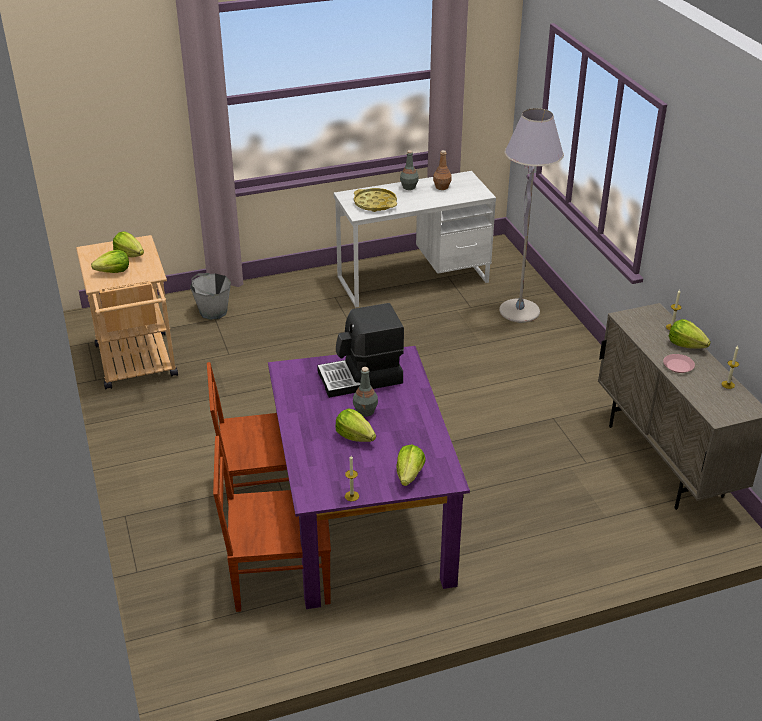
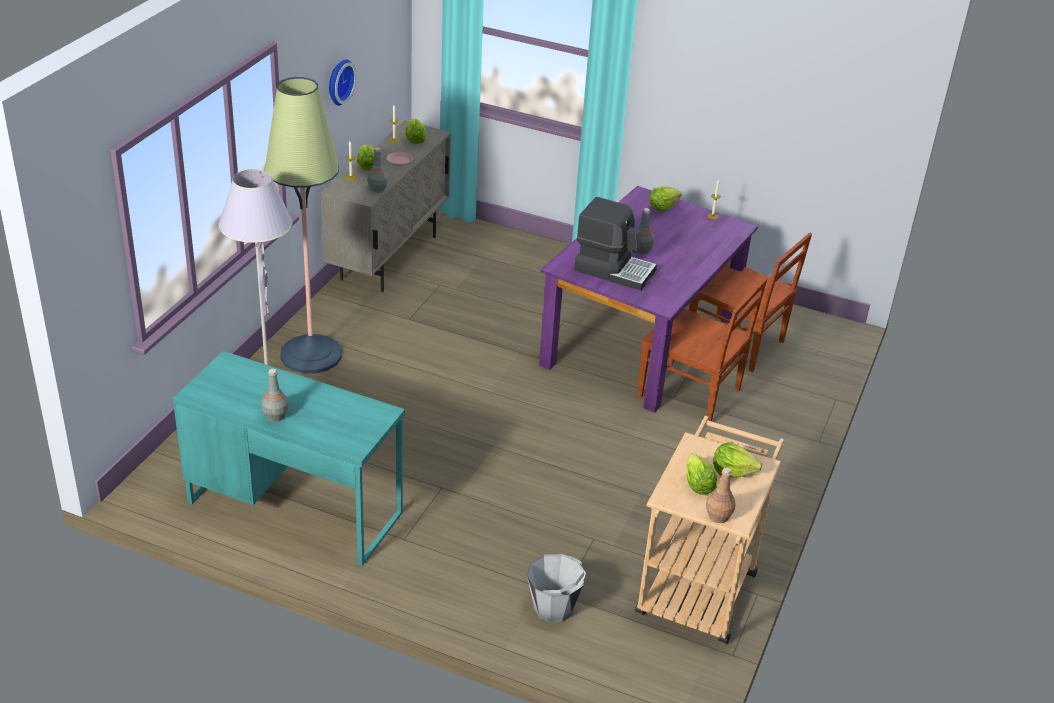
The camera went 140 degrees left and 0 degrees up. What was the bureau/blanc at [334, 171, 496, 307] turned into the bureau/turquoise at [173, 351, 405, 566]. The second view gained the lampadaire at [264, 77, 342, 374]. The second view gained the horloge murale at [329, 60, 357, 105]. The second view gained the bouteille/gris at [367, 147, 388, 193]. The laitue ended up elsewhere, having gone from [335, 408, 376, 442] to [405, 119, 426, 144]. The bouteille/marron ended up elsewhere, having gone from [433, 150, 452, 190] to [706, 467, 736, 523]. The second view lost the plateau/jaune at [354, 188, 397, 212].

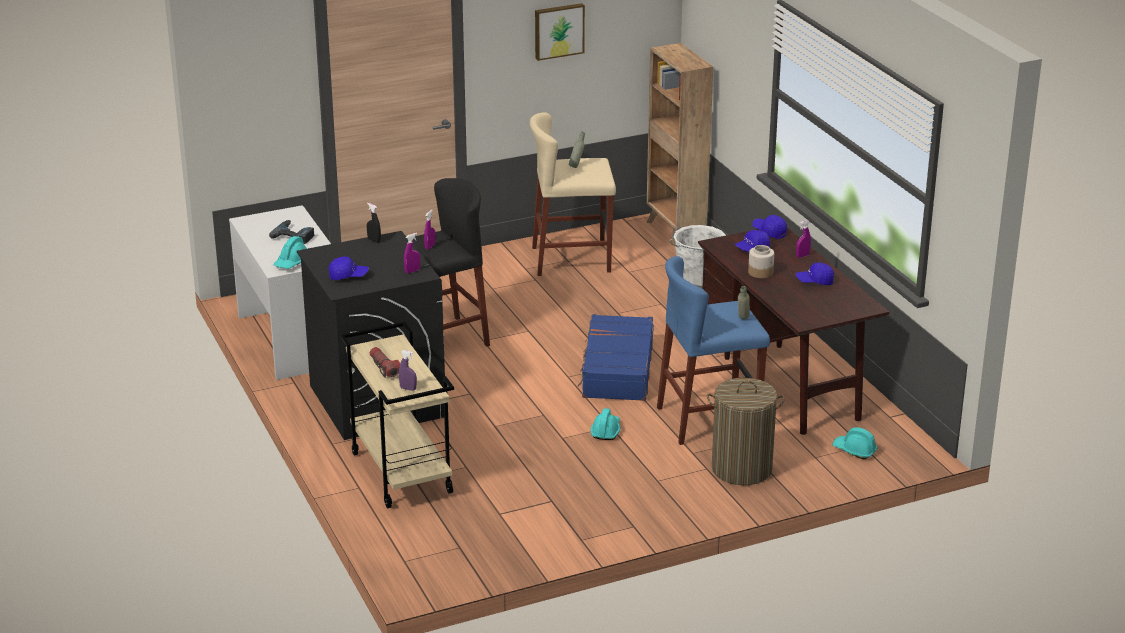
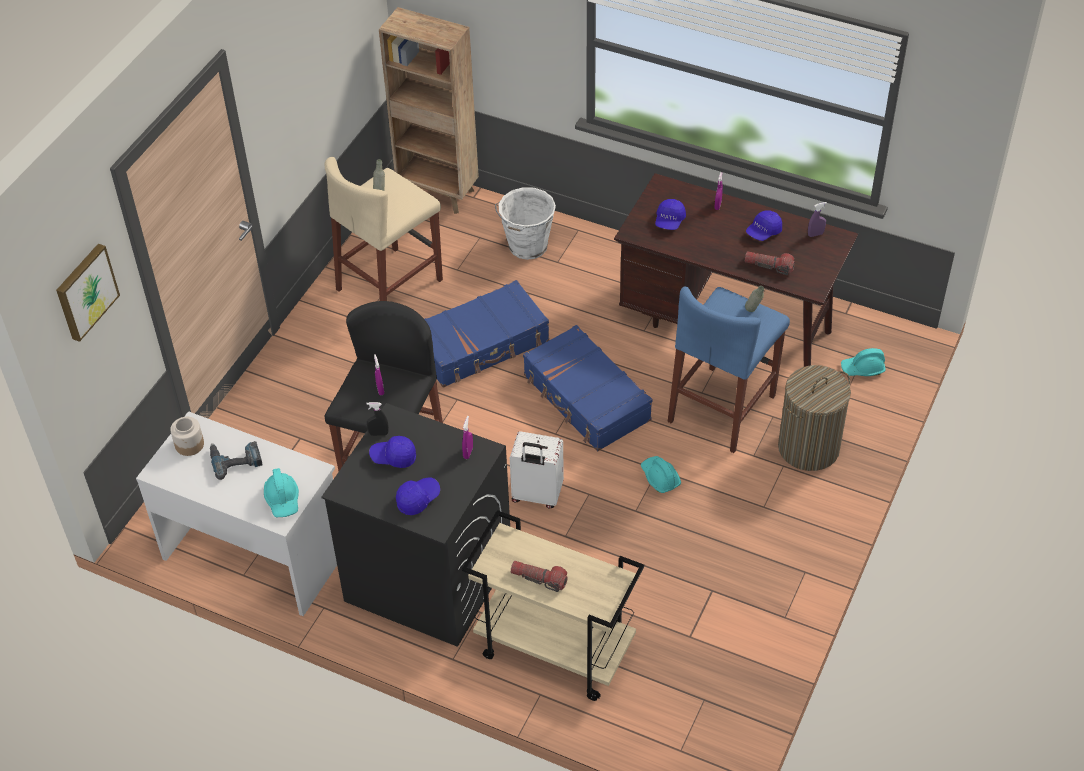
The camera went 40 degrees left and 20 degrees up. The tableau ended up elsewhere, having gone from [535, 3, 585, 61] to [56, 244, 120, 342]. The bocal ended up elsewhere, having gone from [748, 245, 774, 278] to [170, 417, 204, 456]. The casquette/bleu ended up elsewhere, having gone from [752, 215, 787, 239] to [369, 436, 416, 468]. The second view gained the valise/bleu at [425, 280, 549, 388]. The second view gained the valise/blanc at [510, 431, 564, 509]. The second view gained the lampe de poche at [745, 251, 795, 275]. The vaporisateur/violet ended up elsewhere, having gone from [399, 350, 417, 391] to [808, 202, 827, 237].

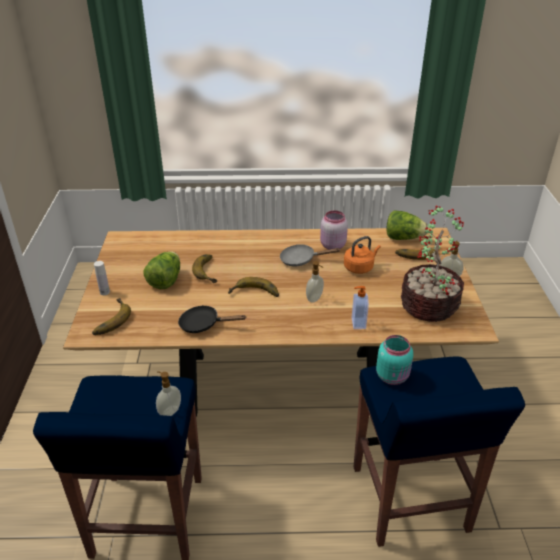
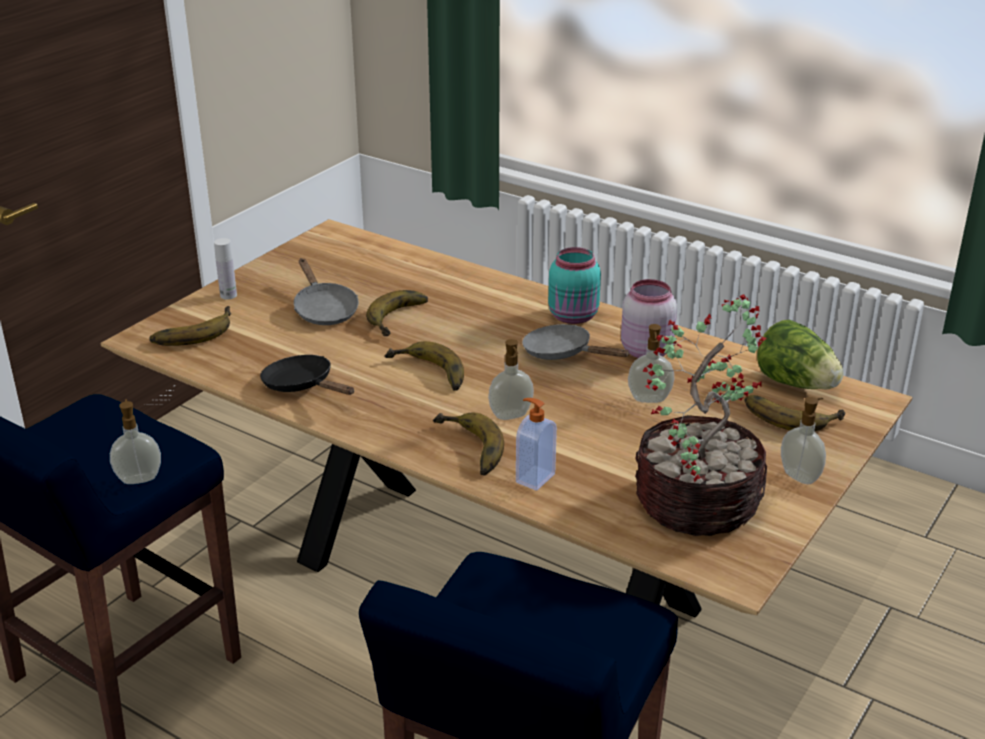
The camera went 35 degrees right and 5 degrees down. Where the laitue stood at [144, 251, 180, 289], the poêle/gris came to stand at [294, 258, 359, 325]. The second view gained the banane at [433, 413, 504, 475]. The bocal/turquoise ended up elsewhere, having gone from [376, 335, 413, 385] to [548, 247, 601, 324]. Where the bouilloire/orange stood at [344, 236, 381, 274], the distributeur de savon came to stand at [628, 324, 674, 403].

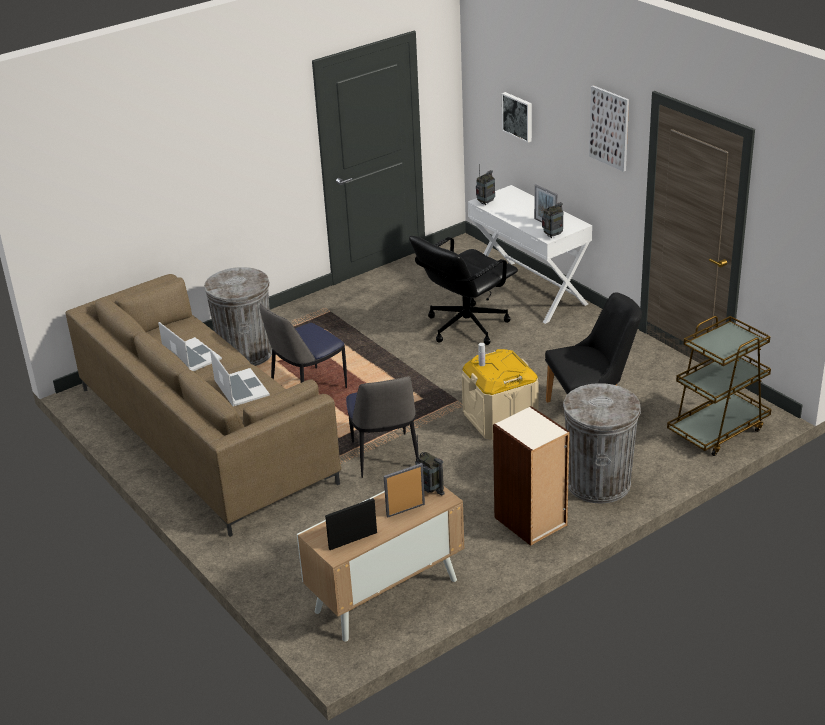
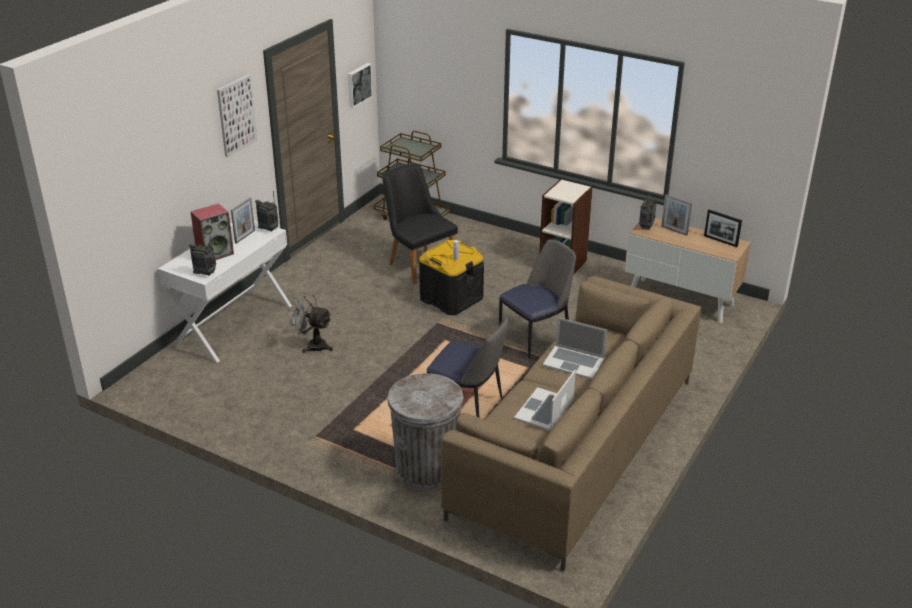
The camera went 115 degrees left and 0 degrees up. The second view gained the enceinte at [191, 203, 234, 260]. Where the chaise de bureau/noir stood at [409, 236, 518, 345], the ventilateur/gris came to stand at [287, 292, 333, 353]. The tableau ended up elsewhere, having gone from [502, 92, 532, 143] to [348, 63, 373, 108]. What was the boîte de rangement/beige at [462, 349, 539, 440] turned into the boîte de rangement/noir at [419, 240, 484, 315]. The ordinateur portable at [210, 349, 270, 407] ended up facing another way, 105 degrees counterclockwise from before. The second view lost the poubelle/gris at [563, 383, 641, 503].

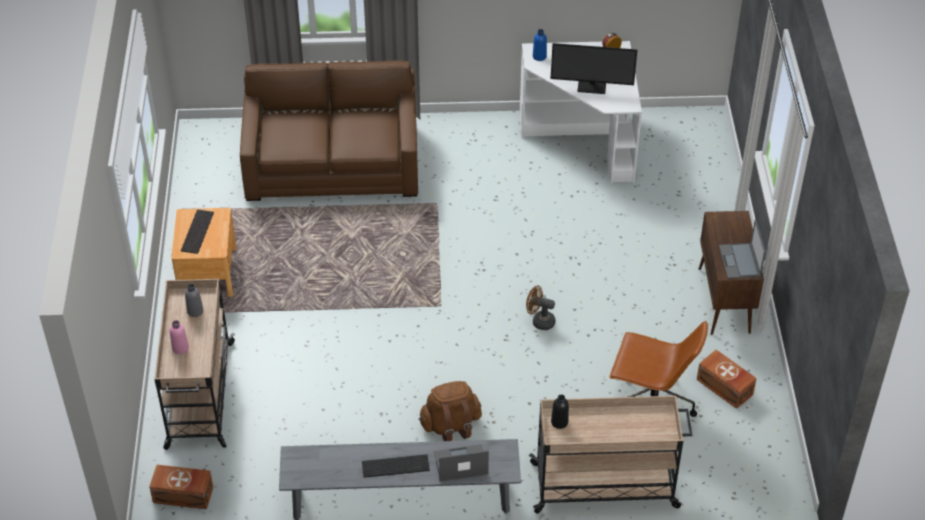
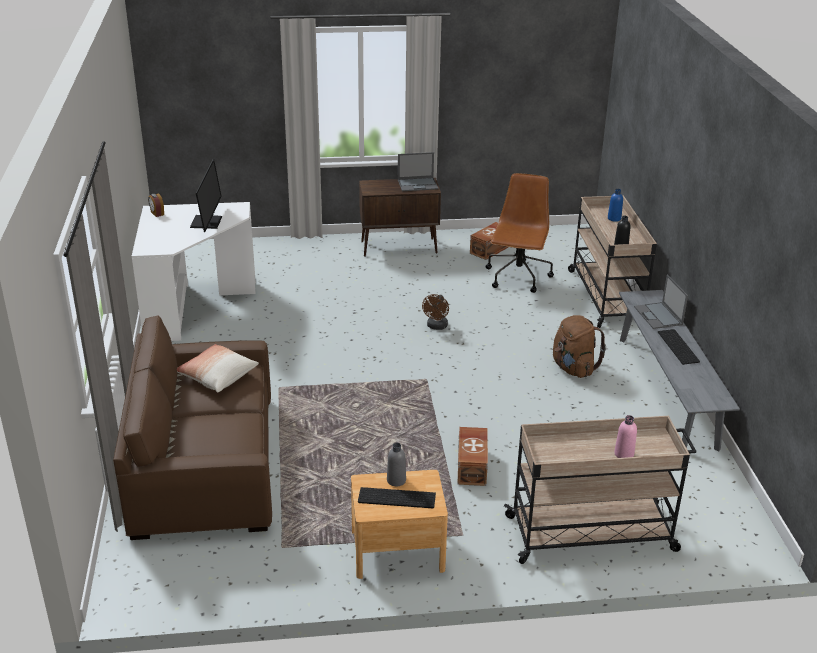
The camera went 95 degrees left and 15 degrees down. The second view gained the coussin at [177, 344, 259, 393]. The bouteille/gris ended up elsewhere, having gone from [185, 284, 203, 317] to [387, 443, 406, 486]. The boîte de rangement/marron ended up elsewhere, having gone from [149, 465, 213, 509] to [457, 427, 488, 486]. The bouteille/bleu ended up elsewhere, having gone from [533, 29, 547, 61] to [608, 189, 623, 222].

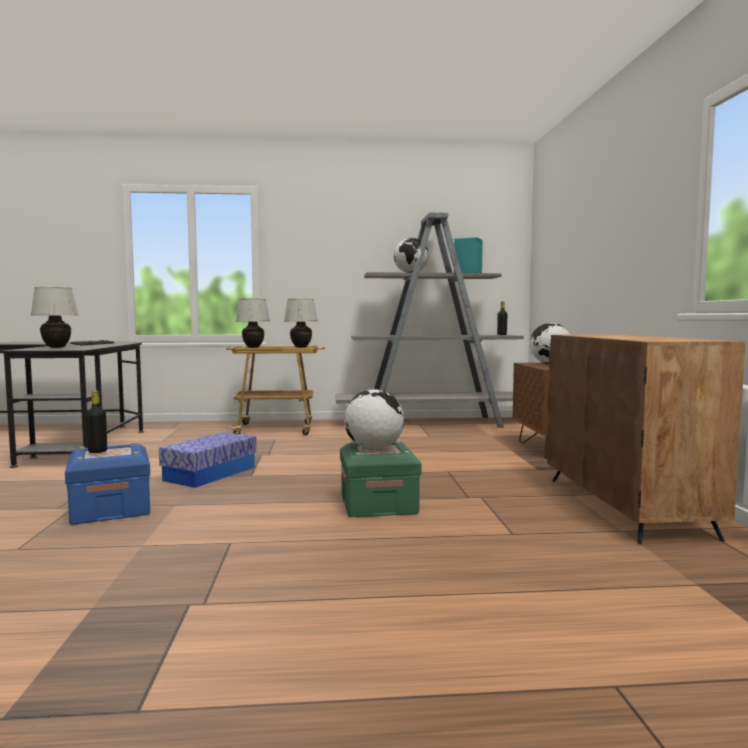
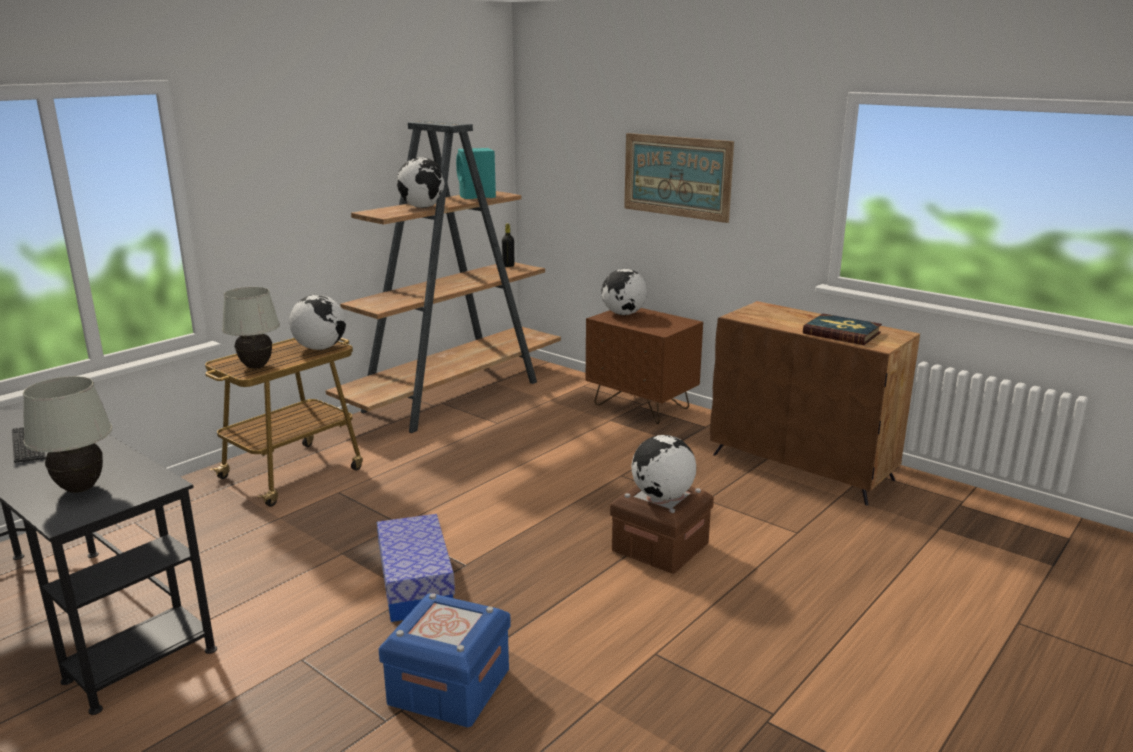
The camera went 45 degrees left and 15 degrees up. Where the lampe de table/blanc stood at [284, 299, 318, 348], the globe came to stand at [289, 295, 346, 350]. What was the bibliothèque/gris at [335, 213, 524, 428] turned into the bibliothèque/marron at [326, 121, 561, 433]. What was the boîte de rangement/vert at [340, 441, 422, 518] turned into the boîte de rangement/marron at [610, 485, 714, 574]. The second view gained the tableau at [624, 133, 734, 223]. The second view gained the livre at [803, 314, 882, 345]. The second view lost the bouteille/noir at [86, 391, 107, 453].

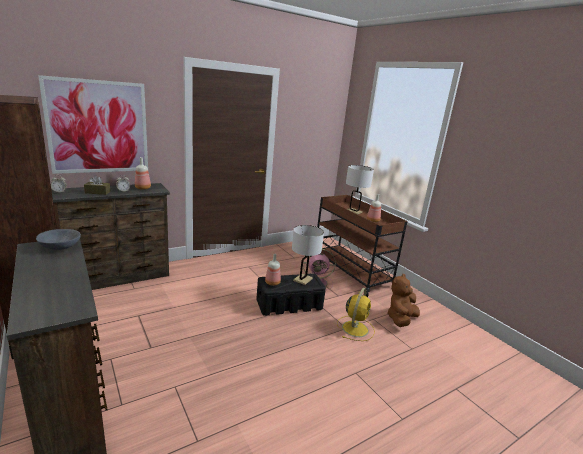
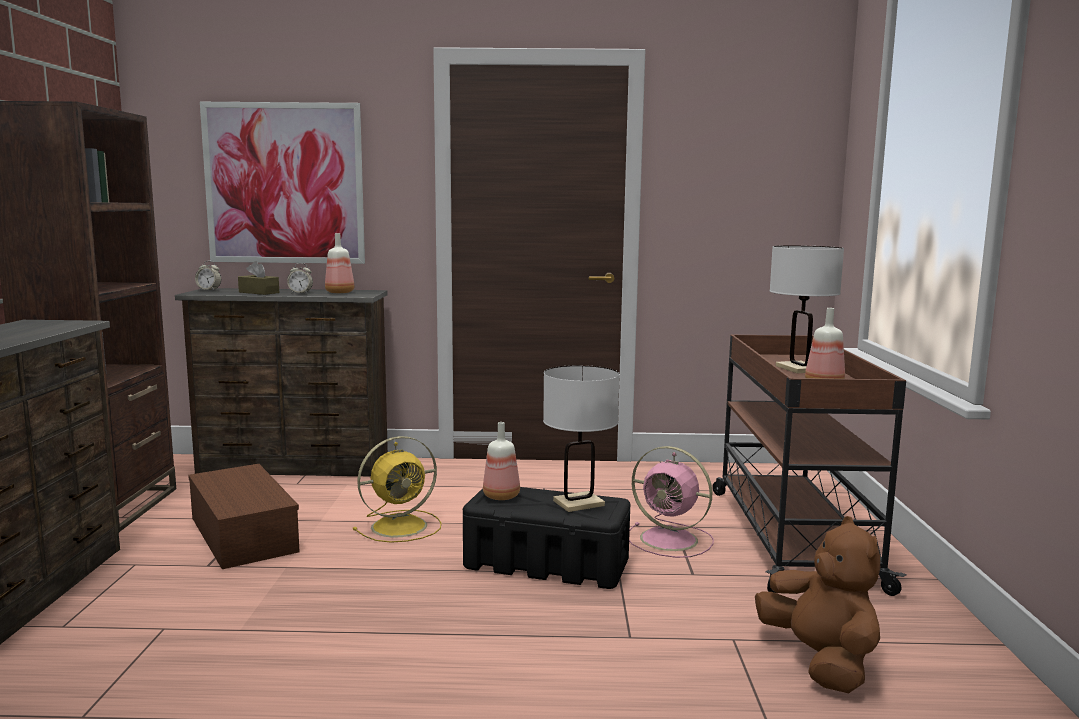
The camera went 35 degrees right and 10 degrees down. The second view gained the boîte de rangement/marron at [188, 464, 300, 569]. The ventilateur/jaune ended up elsewhere, having gone from [337, 288, 375, 341] to [353, 436, 442, 543]. The peluche/marron at [387, 274, 420, 327] ended up facing another way, 90 degrees clockwise from before. The second view lost the bol/gris at [36, 229, 81, 250].

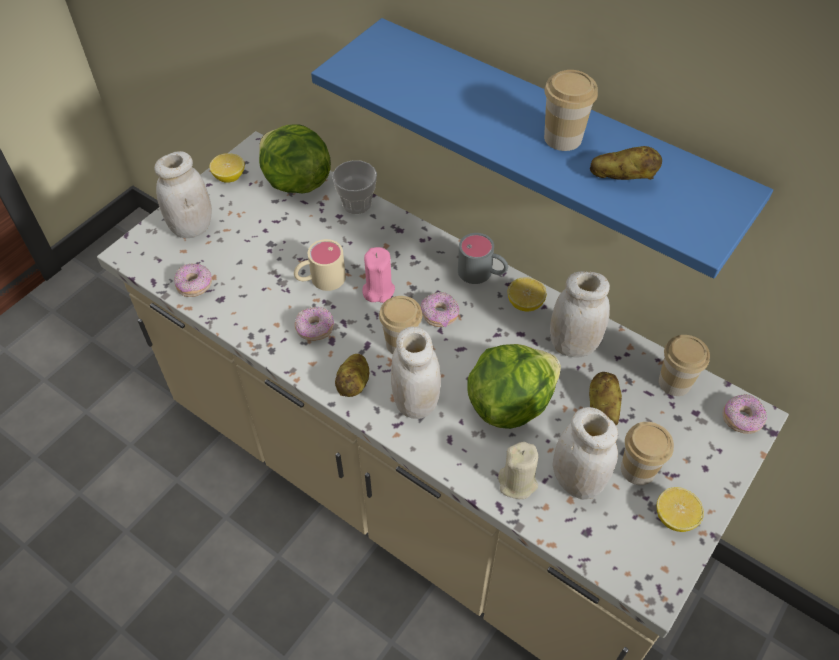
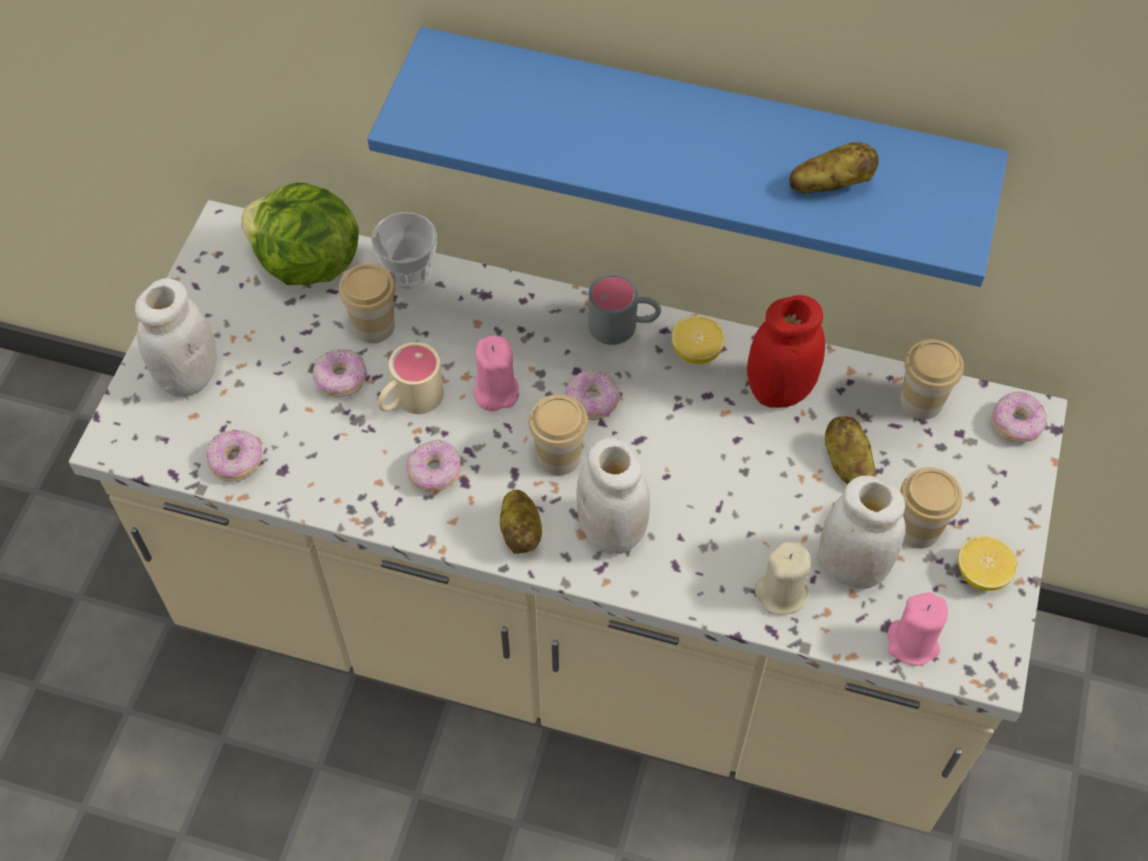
The camera went 20 degrees left and 5 degrees up. The second view gained the beignet at [313, 349, 367, 397]. The tasse ended up elsewhere, having gone from [544, 70, 598, 151] to [339, 264, 396, 343]. What was the bocal/blanc at [550, 271, 610, 358] turned into the bocal/rouge at [747, 295, 825, 408]. The second view gained the bougie/rose at [888, 592, 948, 666]. The second view lost the citron at [210, 153, 245, 183]. The second view lost the laitue at [467, 344, 561, 429].

